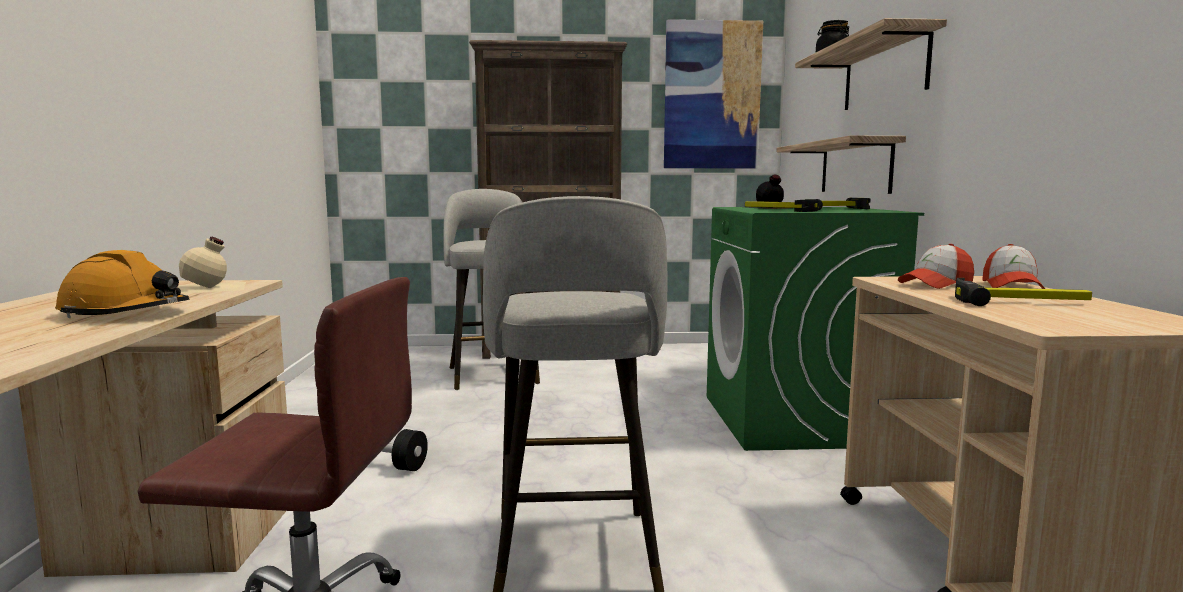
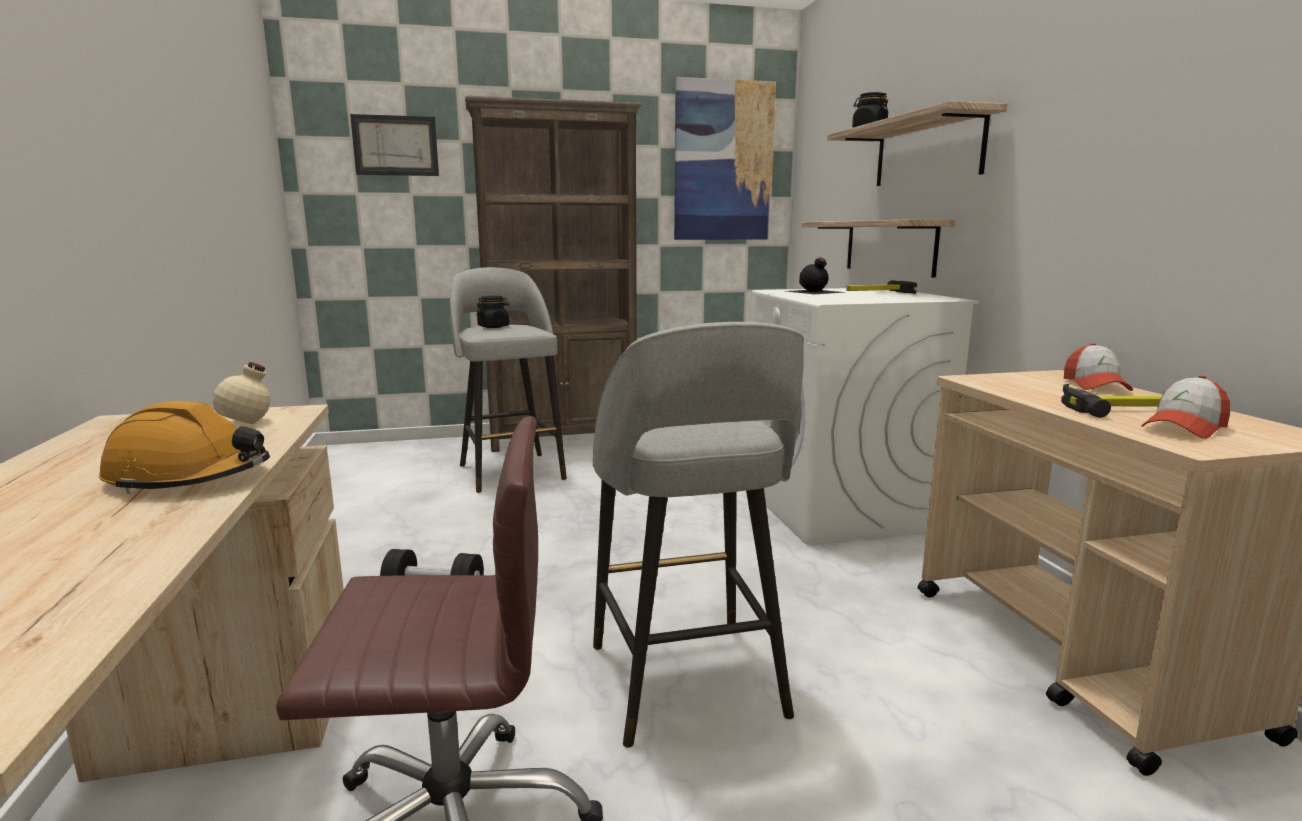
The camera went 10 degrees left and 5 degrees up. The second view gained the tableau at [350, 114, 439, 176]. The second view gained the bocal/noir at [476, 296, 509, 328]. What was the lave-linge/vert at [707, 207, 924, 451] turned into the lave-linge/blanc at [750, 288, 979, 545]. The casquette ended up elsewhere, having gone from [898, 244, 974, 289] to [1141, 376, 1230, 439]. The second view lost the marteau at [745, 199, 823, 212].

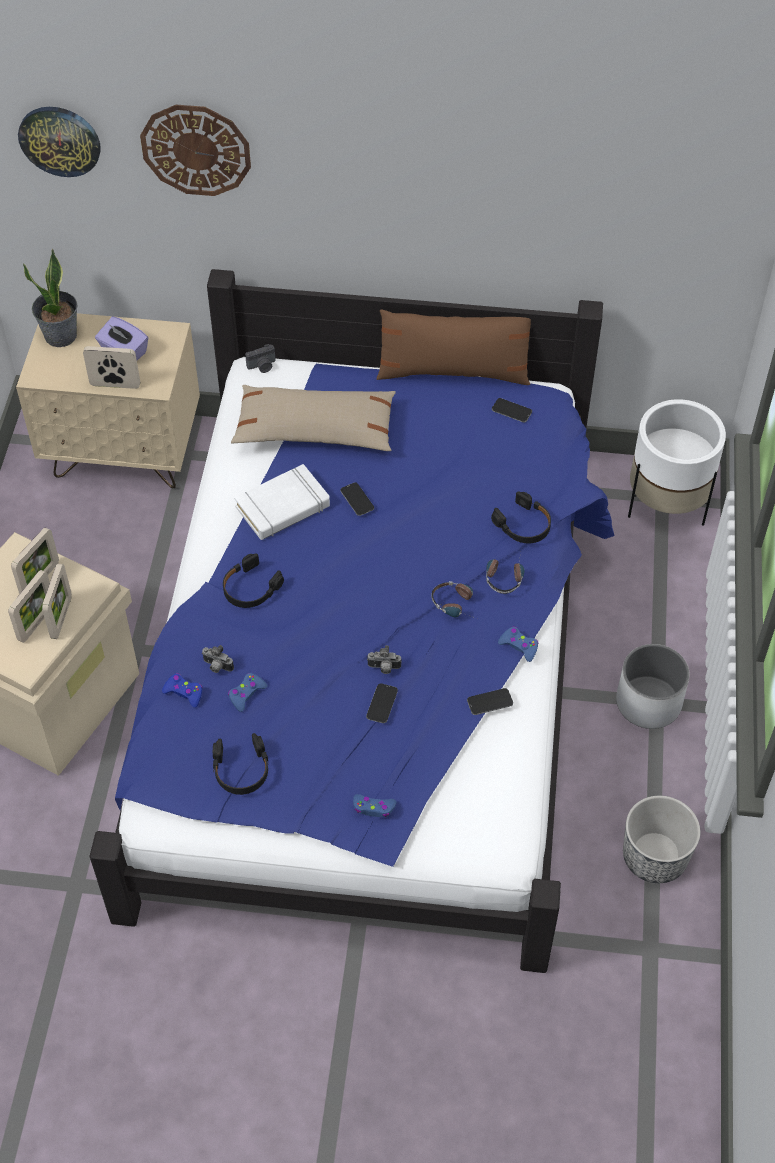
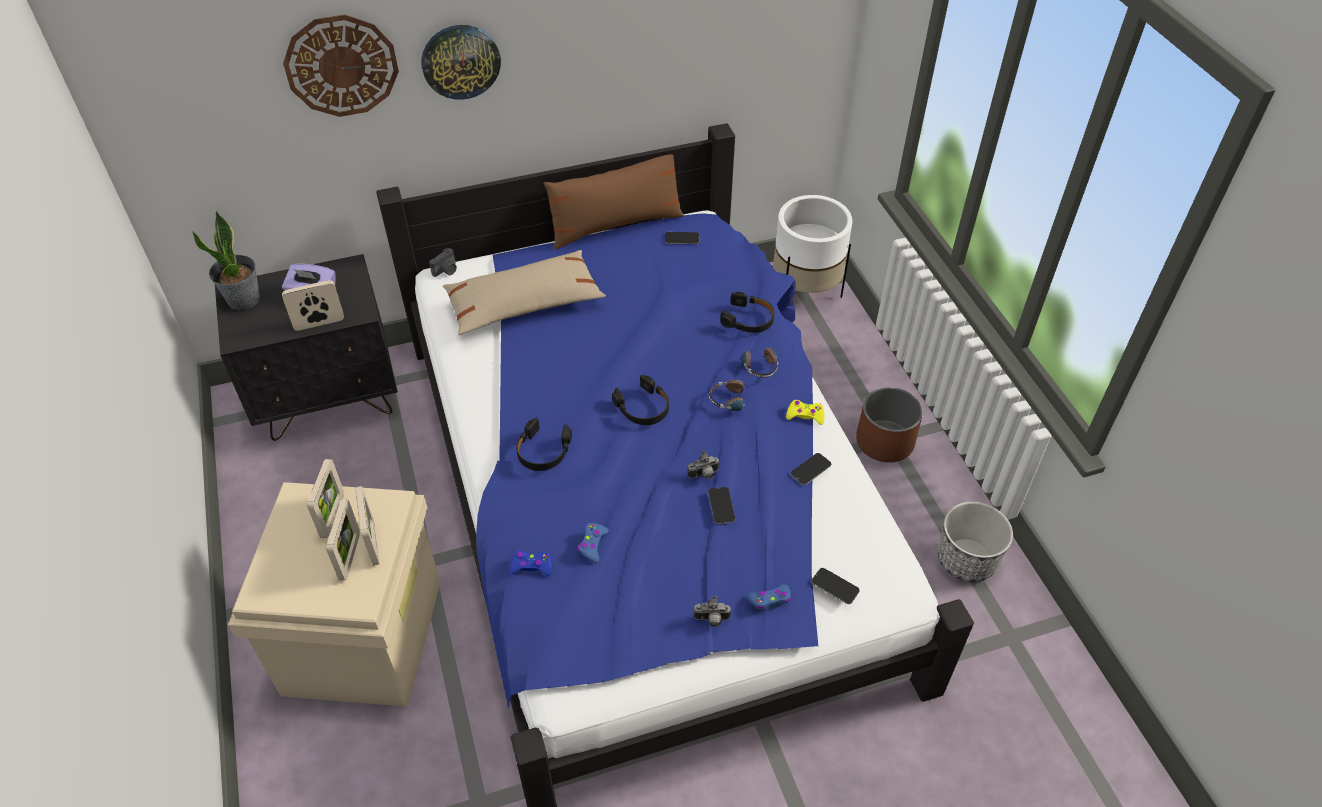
The camera went 25 degrees left and 5 degrees down. What was the table de chevet/beige at [16, 313, 200, 488] turned into the table de chevet/noir at [215, 254, 398, 441]. The horloge murale ended up elsewhere, having gone from [18, 107, 101, 177] to [421, 25, 501, 100]. The casque audio/noir ended up elsewhere, having gone from [213, 733, 268, 795] to [612, 375, 669, 425]. The appareil photo ended up elsewhere, having gone from [202, 645, 234, 673] to [694, 596, 731, 627]. What was the manette/bleu at [498, 627, 539, 662] turned into the manette/jaune at [786, 400, 824, 425]. The téléphone ended up elsewhere, having gone from [340, 482, 374, 516] to [811, 568, 860, 604]. What was the cache-pot/blanc at [616, 644, 690, 729] turned into the cache-pot/marron at [856, 387, 923, 462]. The second view lost the livre/blanc at [234, 464, 330, 540].

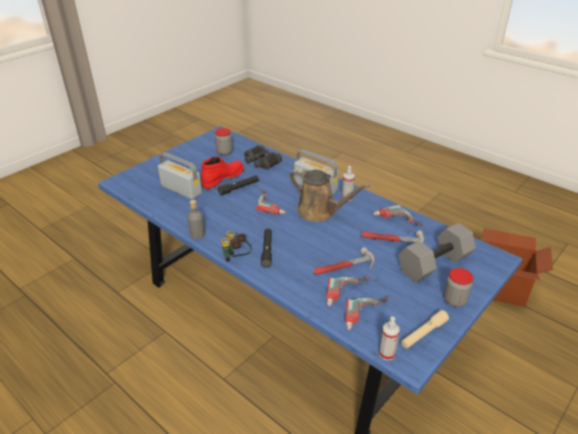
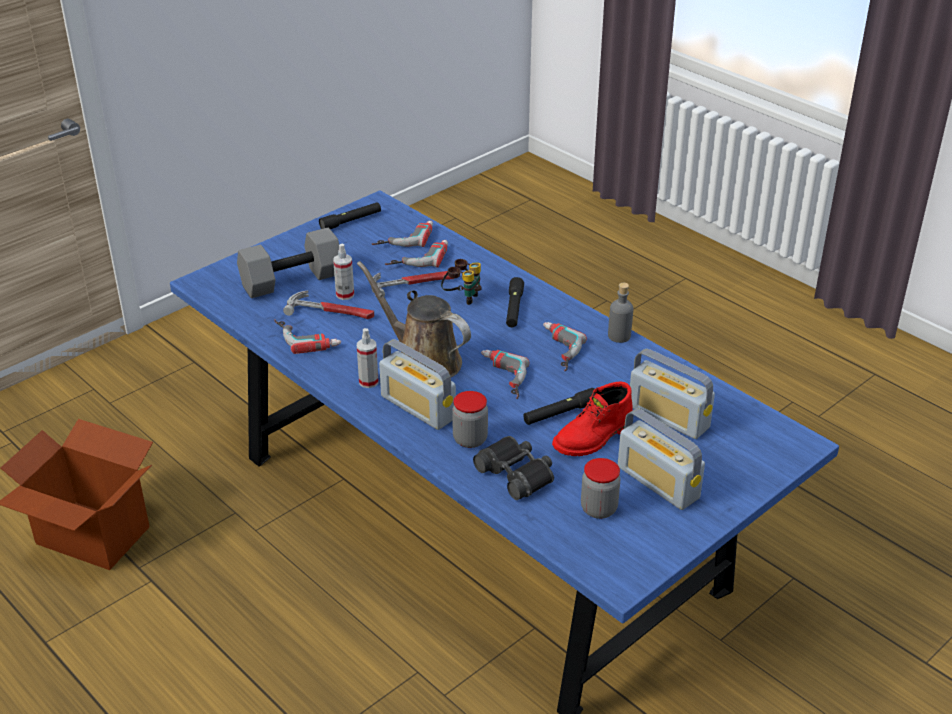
The camera went 175 degrees left and 0 degrees up. What was the lampe de poche/beige at [401, 310, 449, 349] turned into the lampe de poche/noir at [319, 202, 381, 229]. The vaporisateur ended up elsewhere, having gone from [379, 316, 400, 361] to [333, 244, 354, 300]. The jumelles ended up elsewhere, having gone from [221, 231, 252, 262] to [441, 259, 482, 305]. The bocal ended up elsewhere, having gone from [444, 268, 473, 307] to [452, 391, 488, 448]. The second view gained the perceuse at [543, 322, 587, 371]. The second view gained the radio at [618, 409, 705, 510].

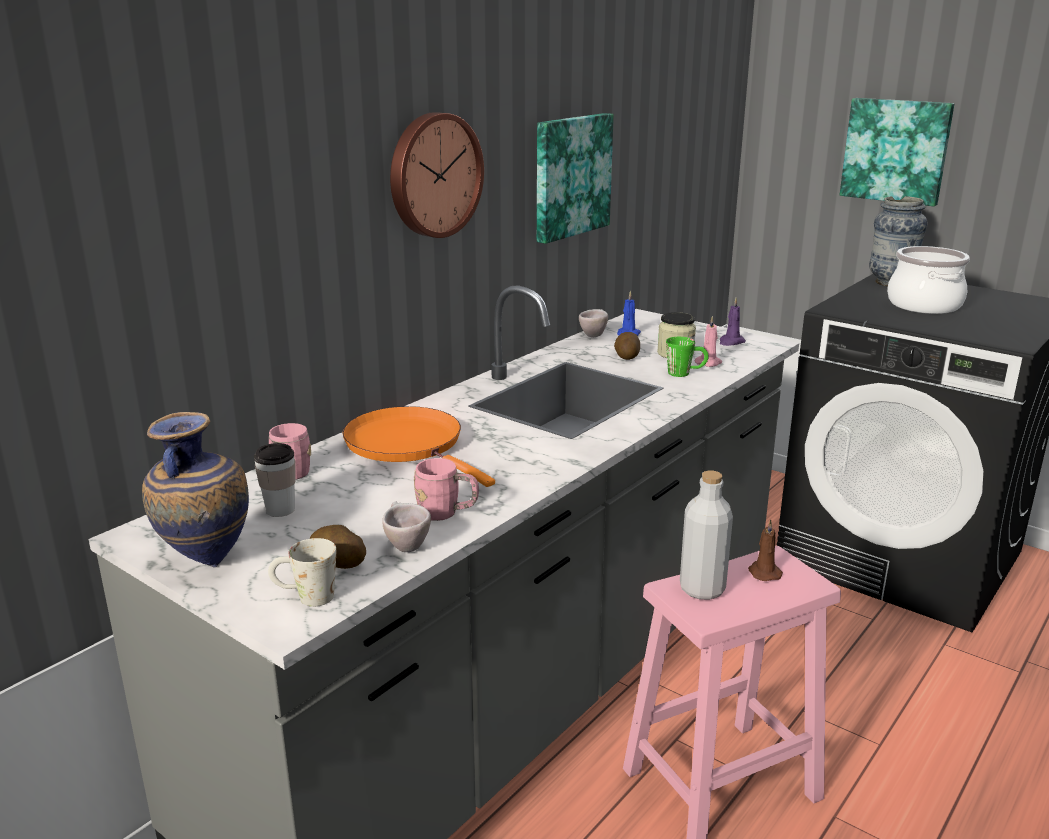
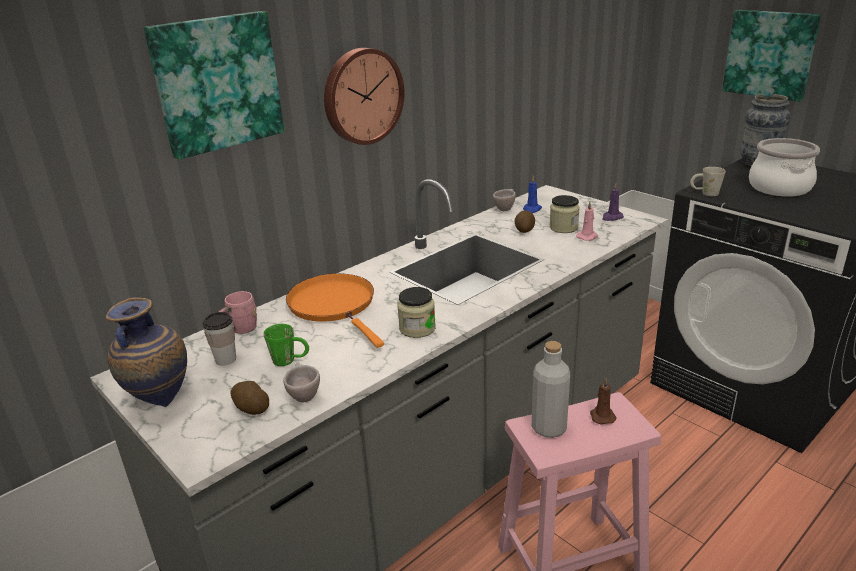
The camera went 10 degrees right and 5 degrees up. The tableau ended up elsewhere, having gone from [537, 113, 614, 244] to [144, 11, 284, 160]. The mug/vert ended up elsewhere, having gone from [666, 337, 709, 377] to [263, 324, 309, 366]. The second view gained the bocal at [397, 287, 436, 338]. The mug/blanc ended up elsewhere, having gone from [268, 538, 336, 607] to [690, 167, 726, 196]. The second view lost the mug/rose at [414, 458, 479, 521].

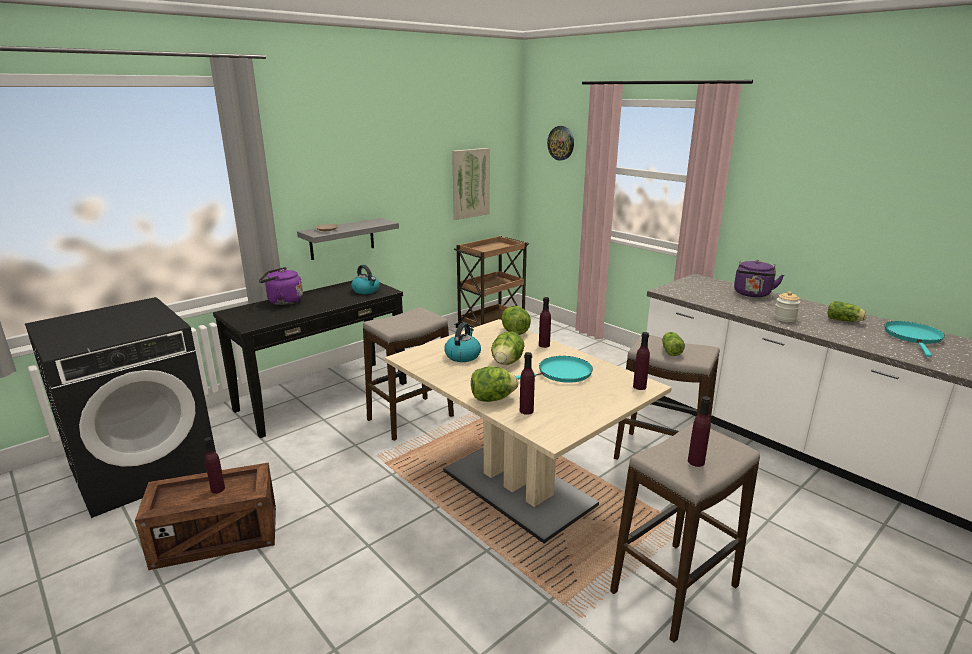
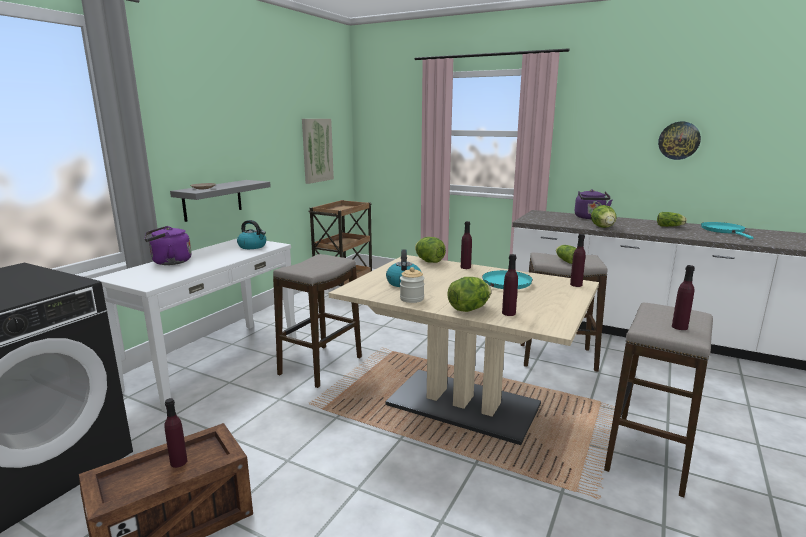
The camera went 20 degrees left and 5 degrees down. What was the table console/noir at [213, 280, 407, 438] turned into the table console/blanc at [92, 239, 296, 413]. The bocal ended up elsewhere, having gone from [774, 291, 800, 322] to [400, 267, 424, 303]. The laitue ended up elsewhere, having gone from [491, 332, 525, 365] to [591, 205, 617, 228]. The horloge murale ended up elsewhere, having gone from [547, 126, 574, 161] to [658, 122, 701, 160].

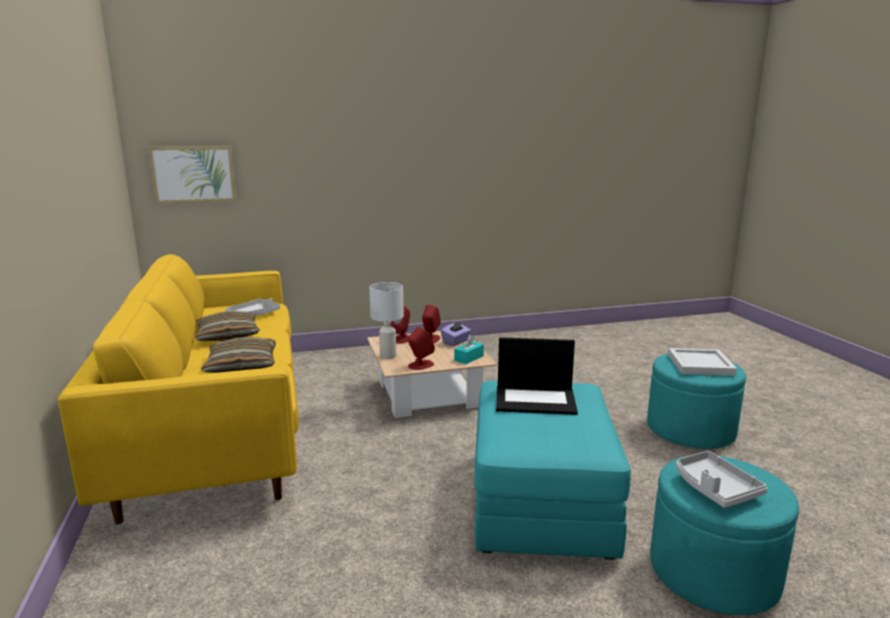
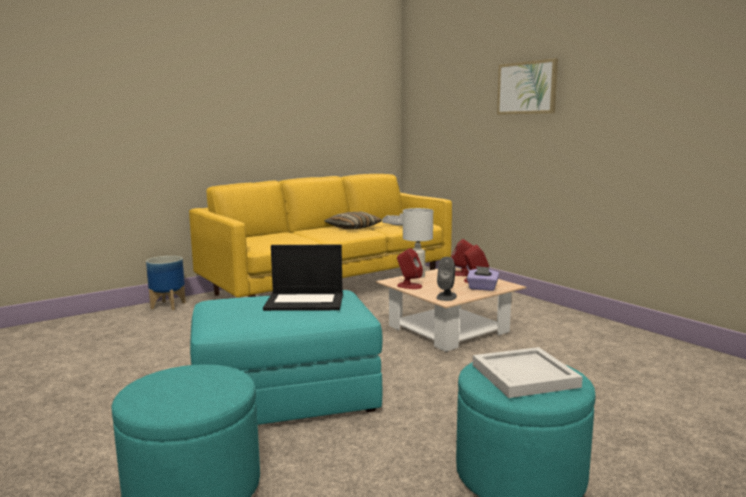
The camera went 70 degrees right and 5 degrees down. The second view gained the cache-pot at [146, 256, 186, 310]. The ordinateur portable at [496, 337, 578, 415] ended up facing another way, 75 degrees counterclockwise from before. Where the boîte à mouchoirs/turquoise stood at [454, 335, 484, 364], the enceinte/gris came to stand at [437, 257, 457, 301]. The tableau ended up elsewhere, having gone from [148, 146, 237, 204] to [497, 58, 558, 115]. The second view lost the coussin at [201, 337, 276, 373]. The second view lost the plateau/gris at [676, 451, 767, 508].

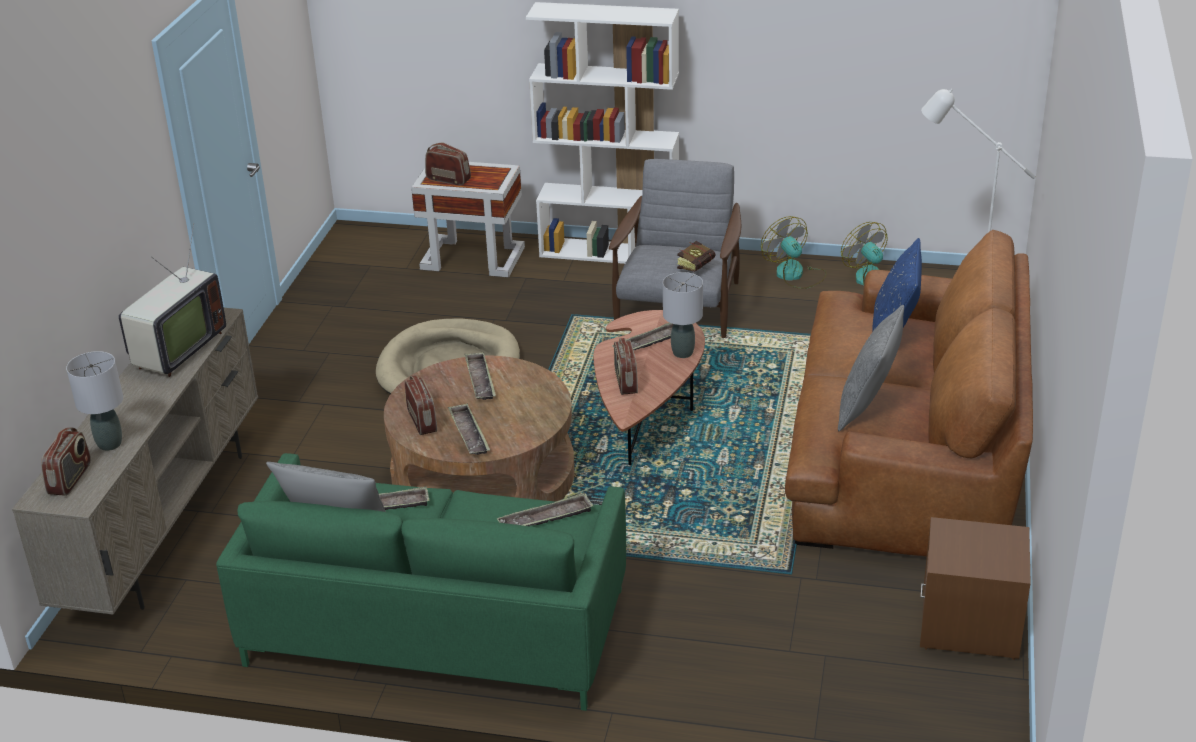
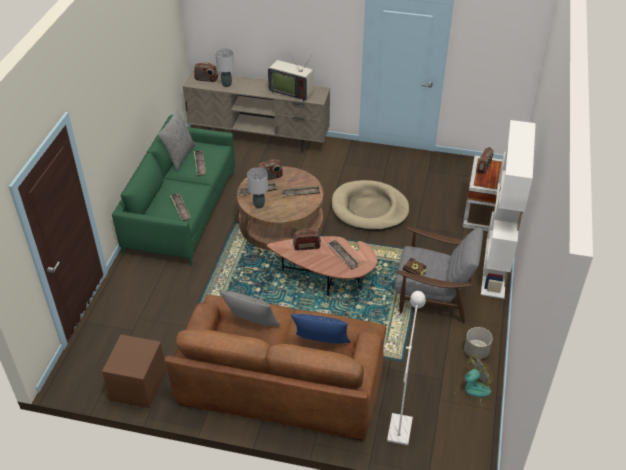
The camera went 90 degrees right and 10 degrees up. The lampe de table/gris ended up elsewhere, having gone from [663, 272, 703, 358] to [247, 167, 268, 209]. Where the ventilateur stood at [761, 216, 827, 289], the cache-pot/gris came to stand at [464, 327, 493, 360].

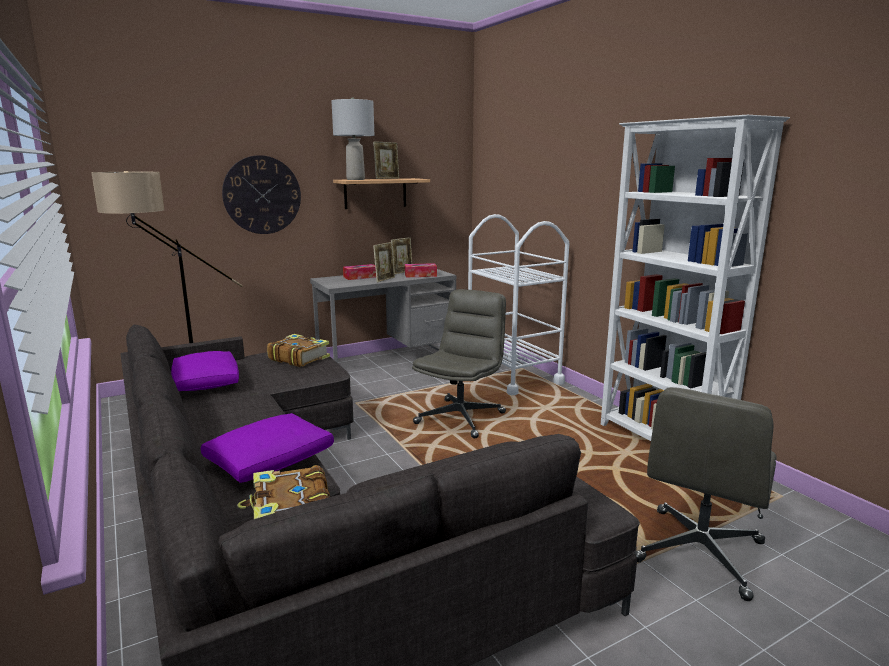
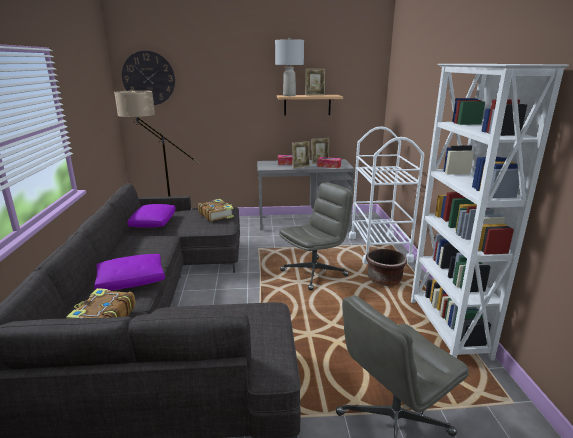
The camera went 25 degrees right and 5 degrees up. The horloge murale ended up elsewhere, having gone from [222, 155, 301, 234] to [122, 51, 175, 105]. The second view gained the cache-pot/marron at [366, 249, 407, 286].

